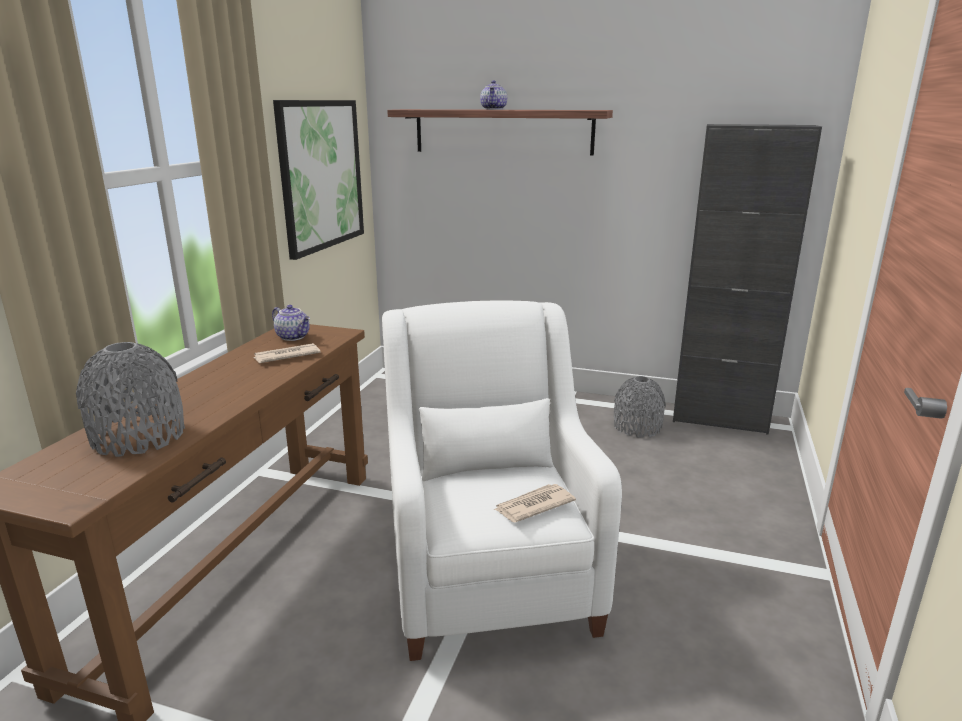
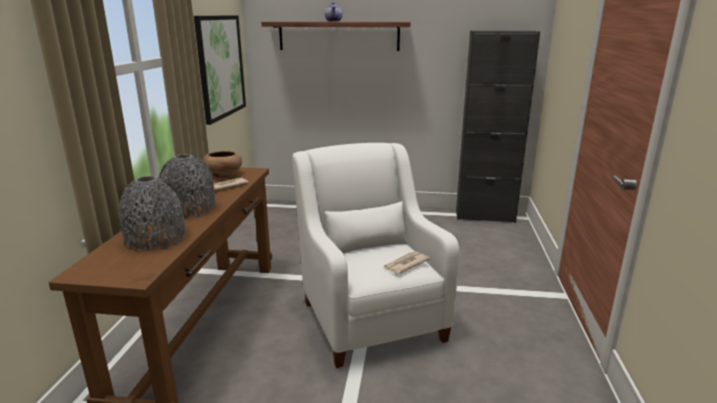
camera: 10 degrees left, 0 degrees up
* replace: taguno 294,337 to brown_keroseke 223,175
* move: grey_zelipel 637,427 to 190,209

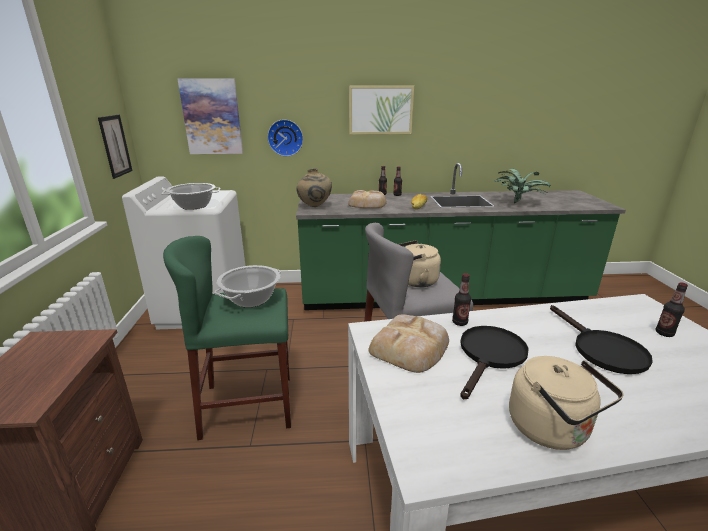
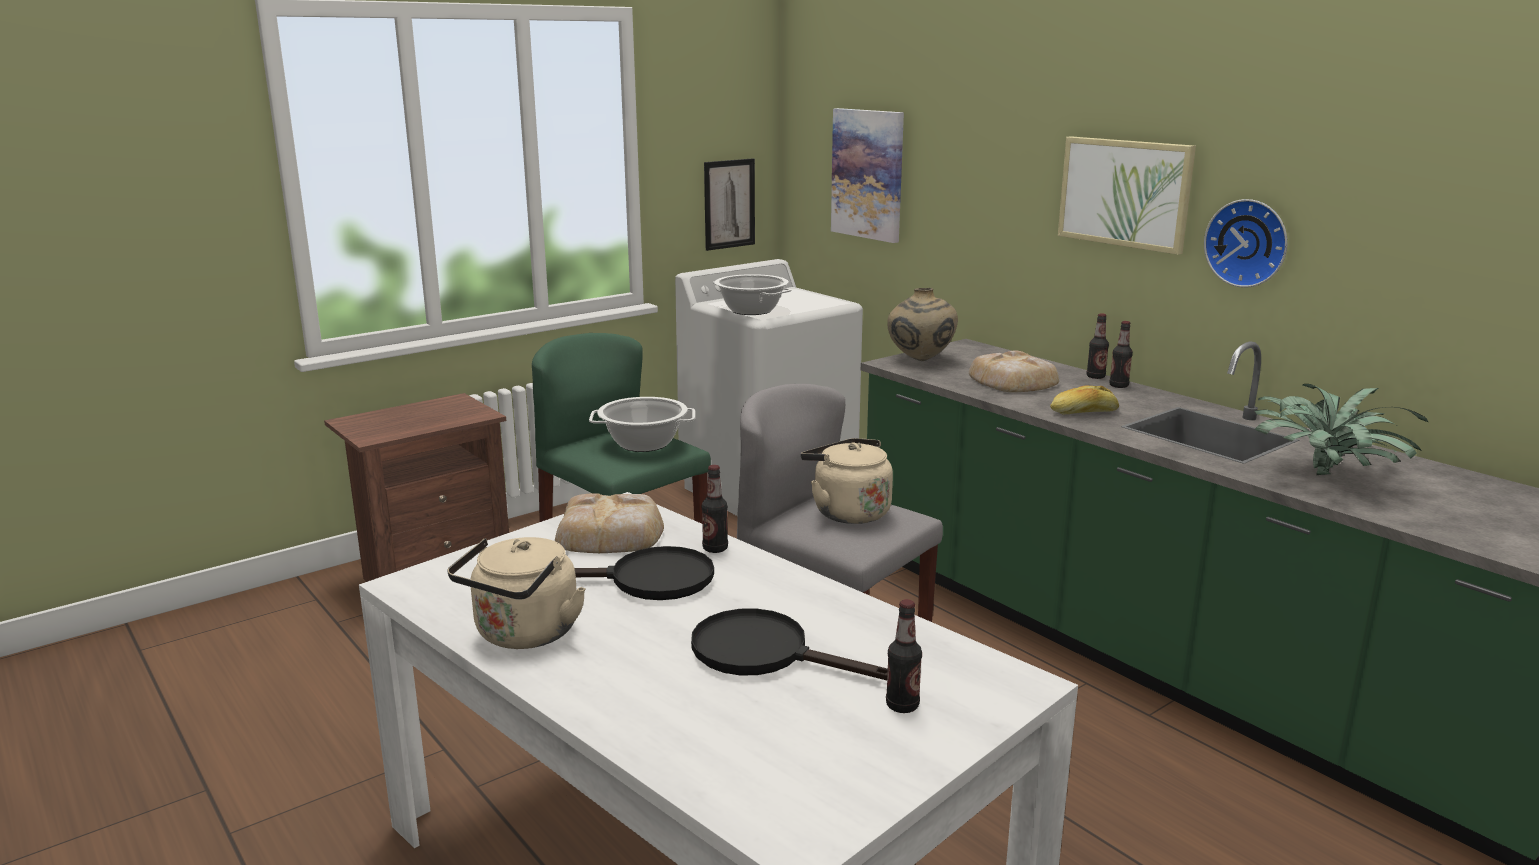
camera: 55 degrees right, 5 degrees down
* move: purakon 285,137 to 1248,242
* rotate: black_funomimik 601,349 = 765,653 75 degrees clockwise

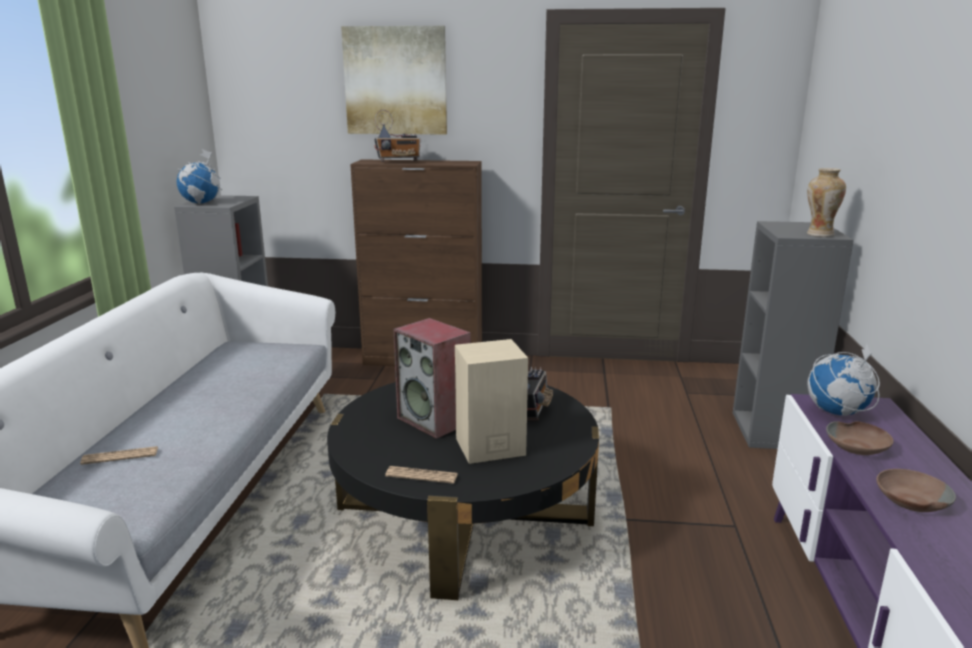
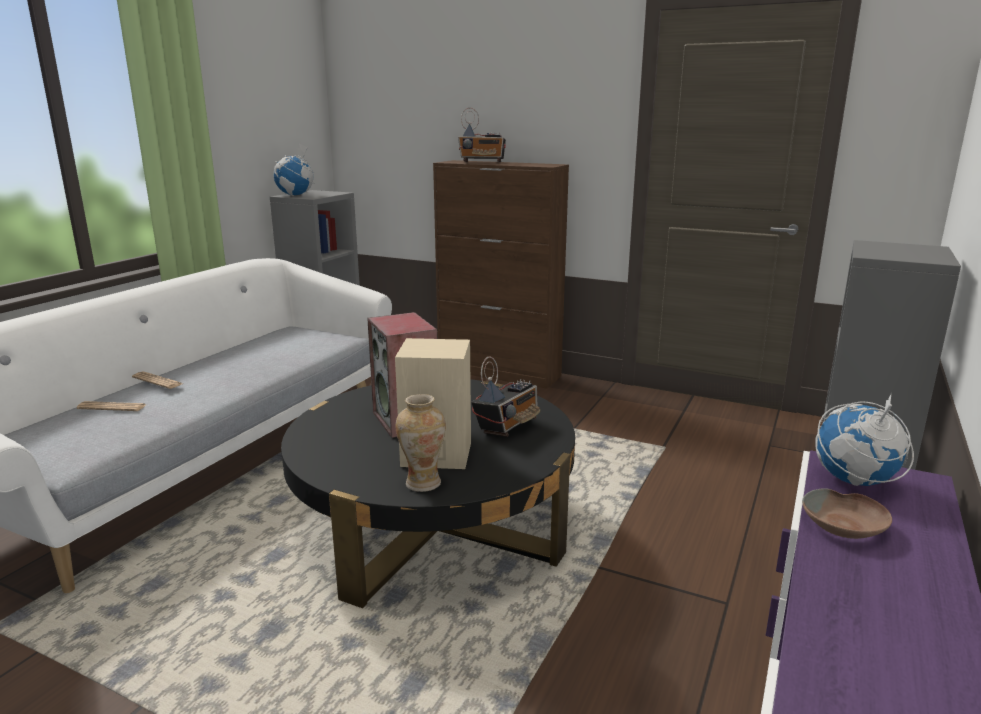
camera: 20 degrees right, 0 degrees up
* delete: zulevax 395,81
* move: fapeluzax 421,475 to 157,381
* move: zelipel 819,234 to 422,483
* delete: brown_keroseke 910,500

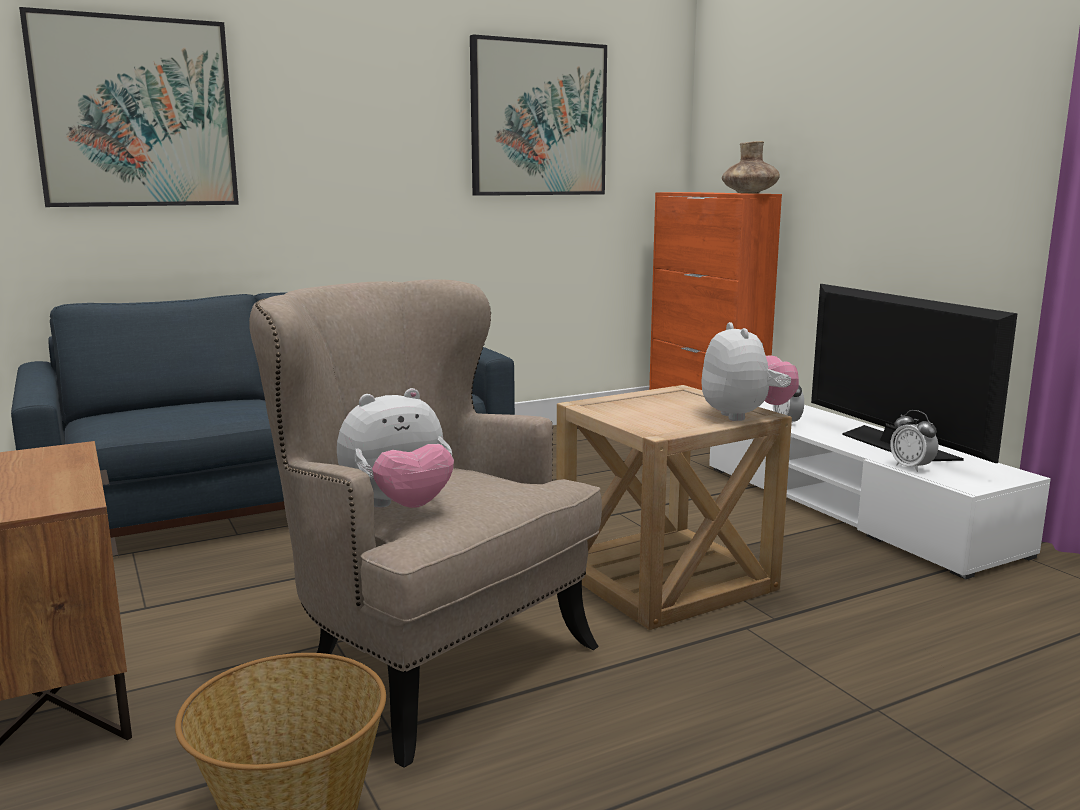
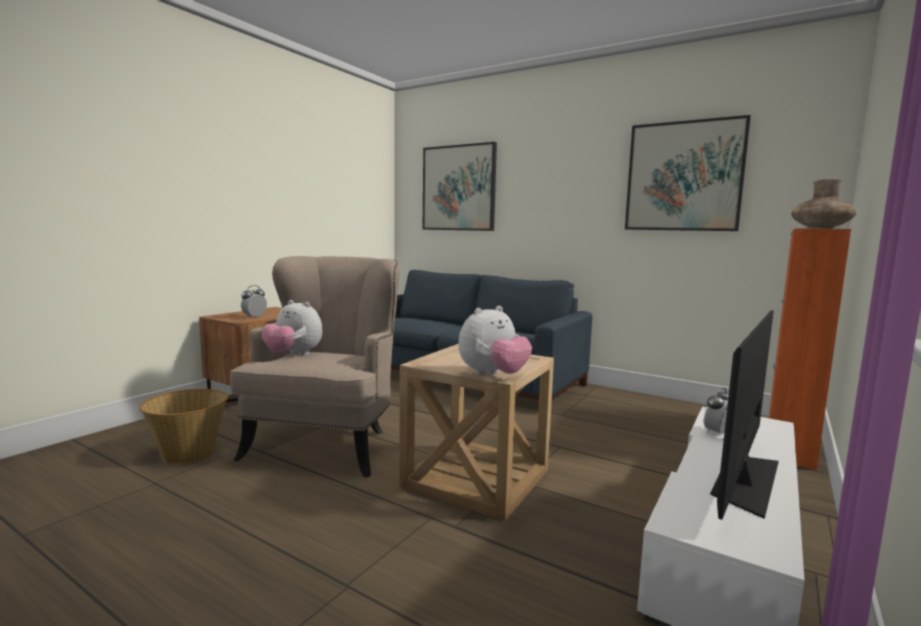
camera: 60 degrees right, 5 degrees down
* move: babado 911,467 to 254,317

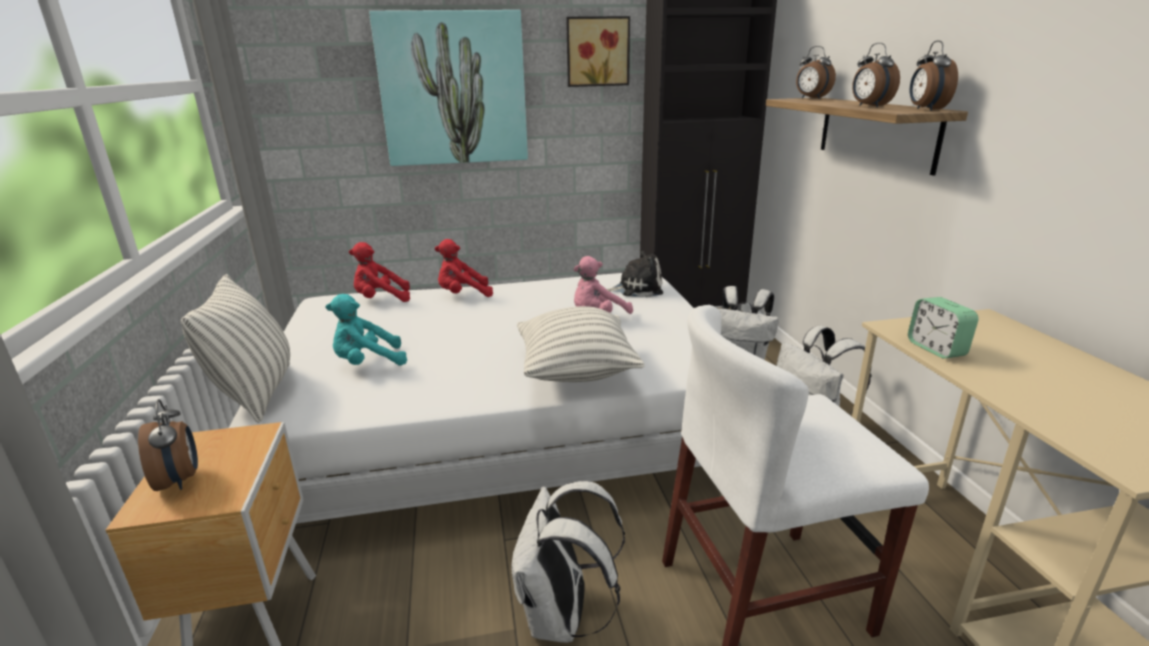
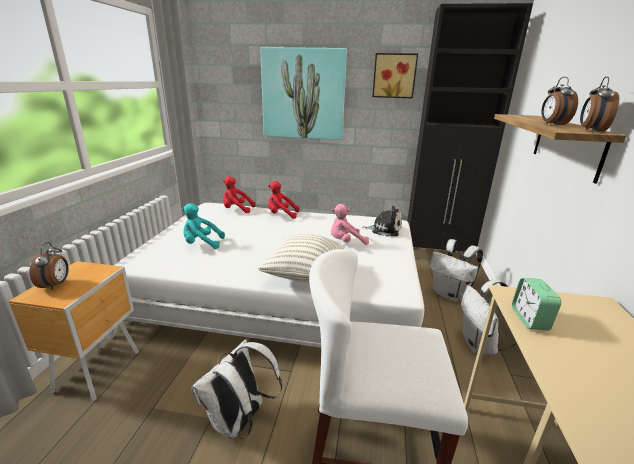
camera: 20 degrees right, 0 degrees up
* delete: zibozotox 257,393
* delete: babado 811,98

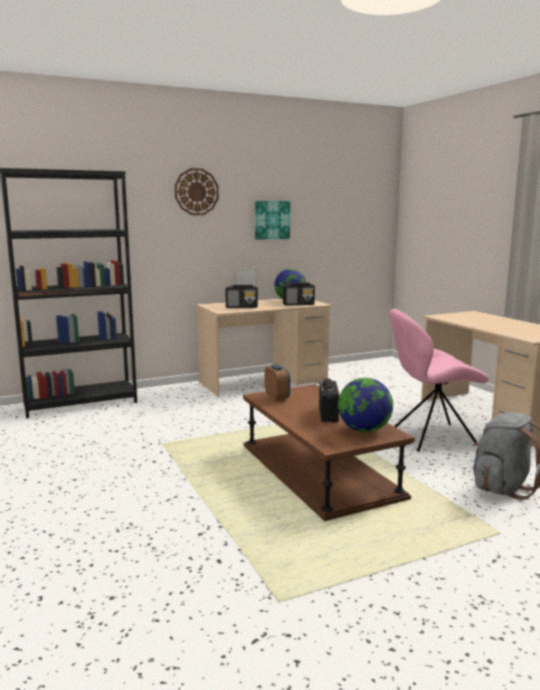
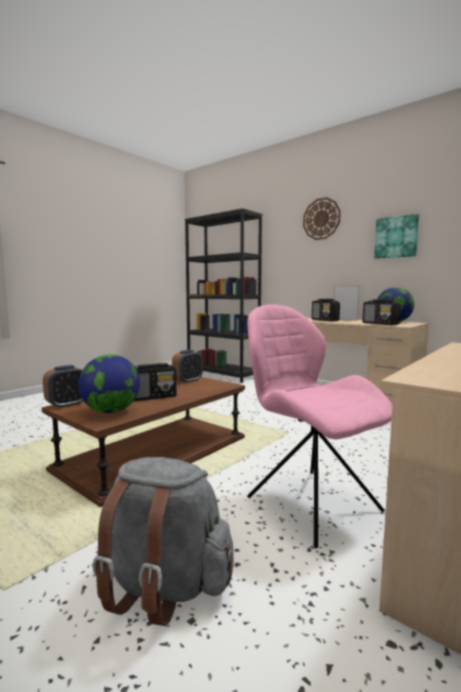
camera: 65 degrees right, 5 degrees down
* insert: babado 67,404

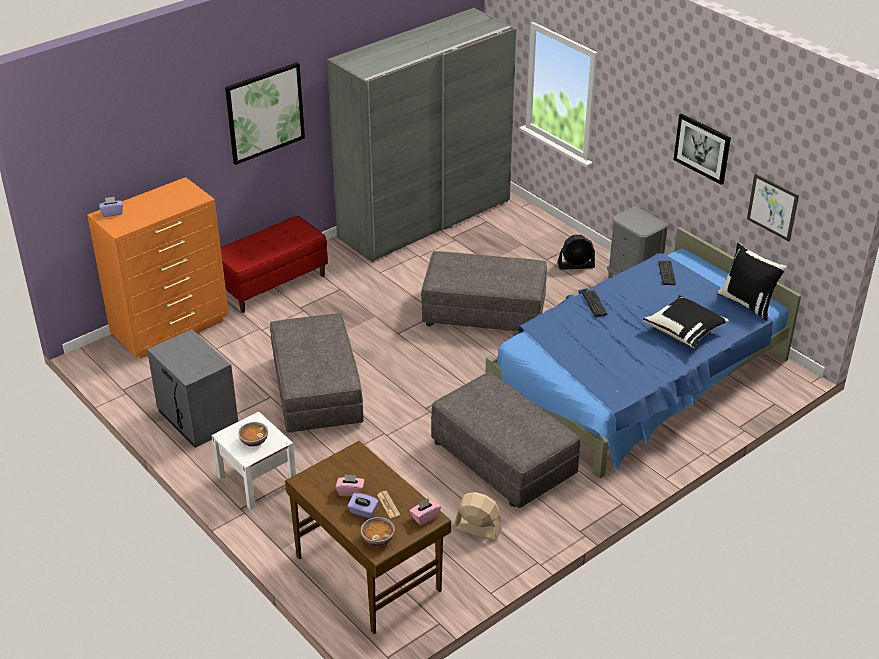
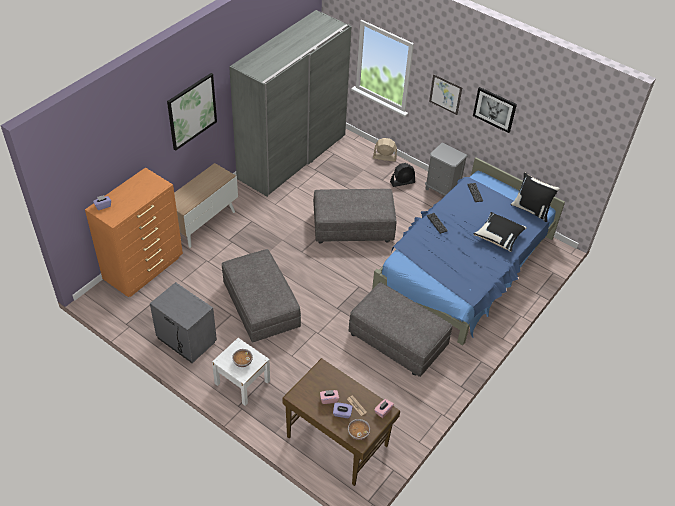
camera: 15 degrees left, 10 degrees up
* replace: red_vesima 272,284 to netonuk 203,223
* move: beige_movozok 477,529 to 384,157
* move: zulevax 772,207 to 445,94

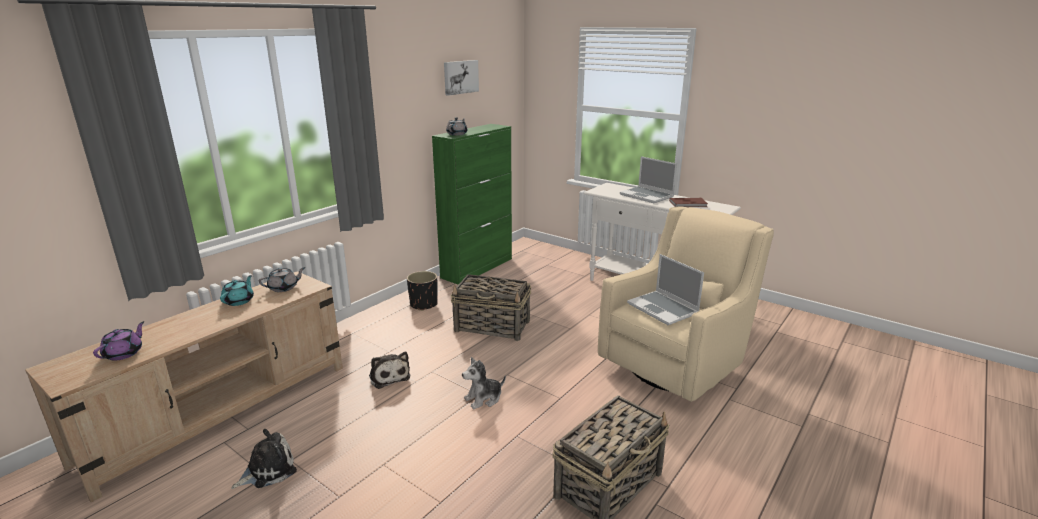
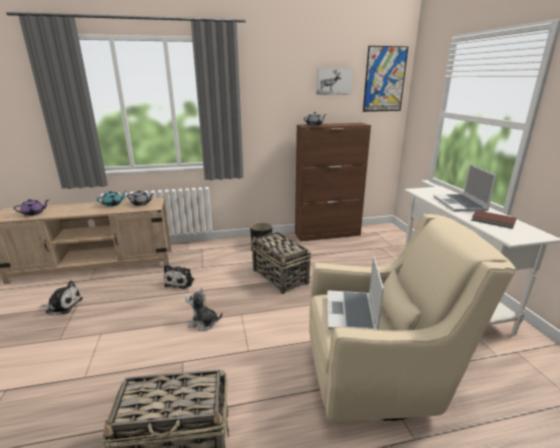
camera: 40 degrees right, 0 degrees up
* recolor: green_netonuk 477,268 to brown_netonuk 328,234
* insert: zulevax 384,79

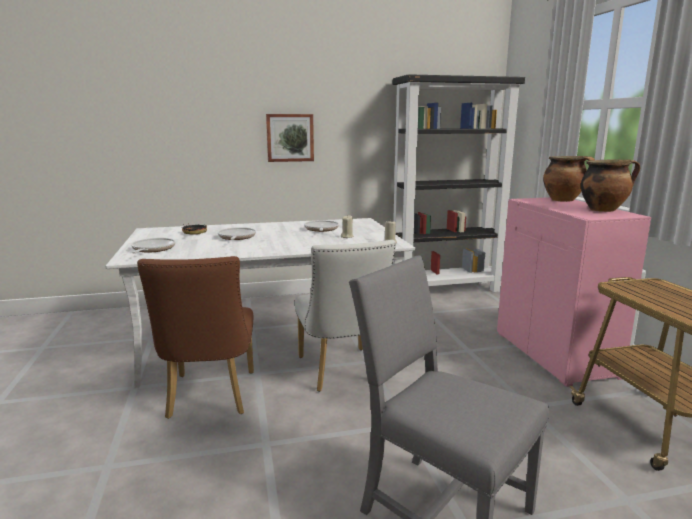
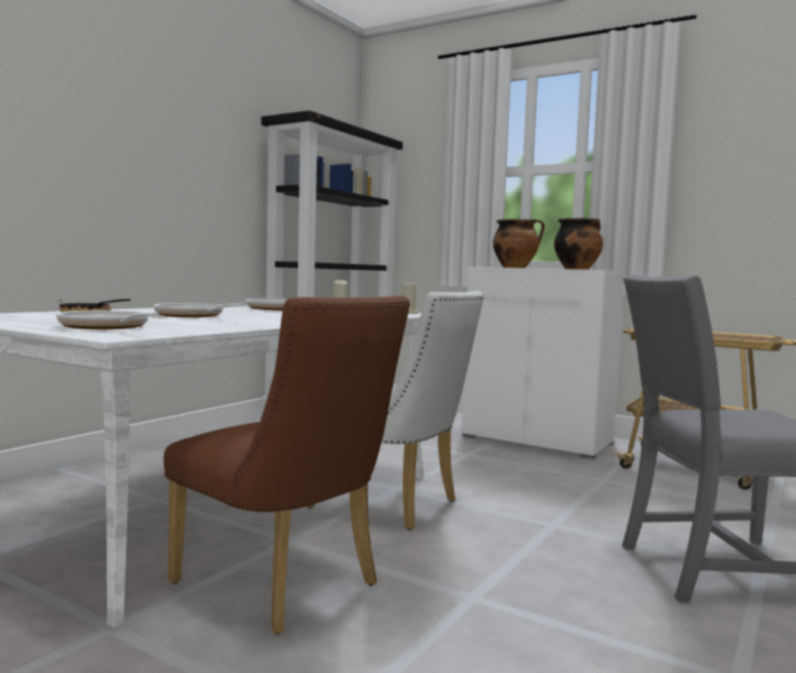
camera: 45 degrees left, 10 degrees down
* delete: zulevax 290,137
* recolor: pink_netonuk 556,354 to white_netonuk 538,440

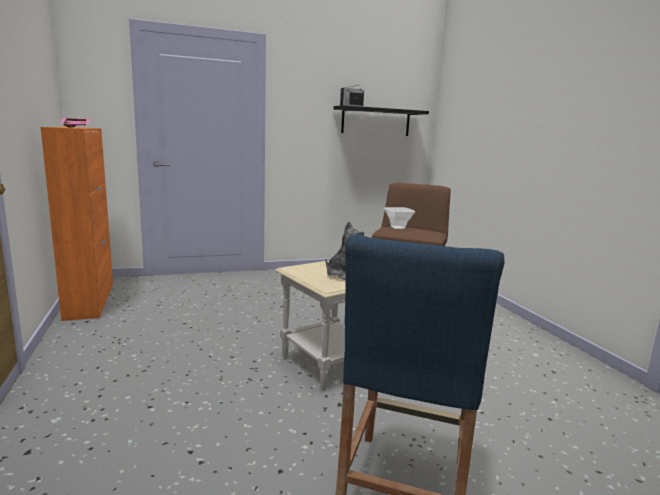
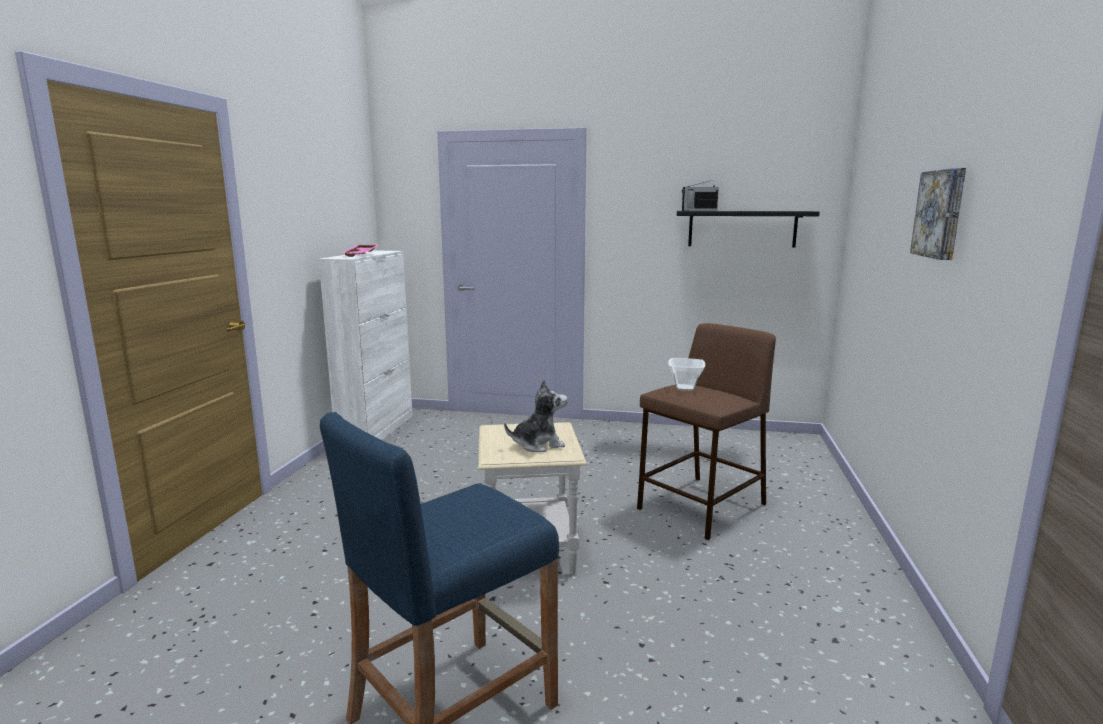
camera: 30 degrees right, 0 degrees up
* recolor: orange_netonuk 90,300 to white_netonuk 377,431
* insert: zulevax 941,214

